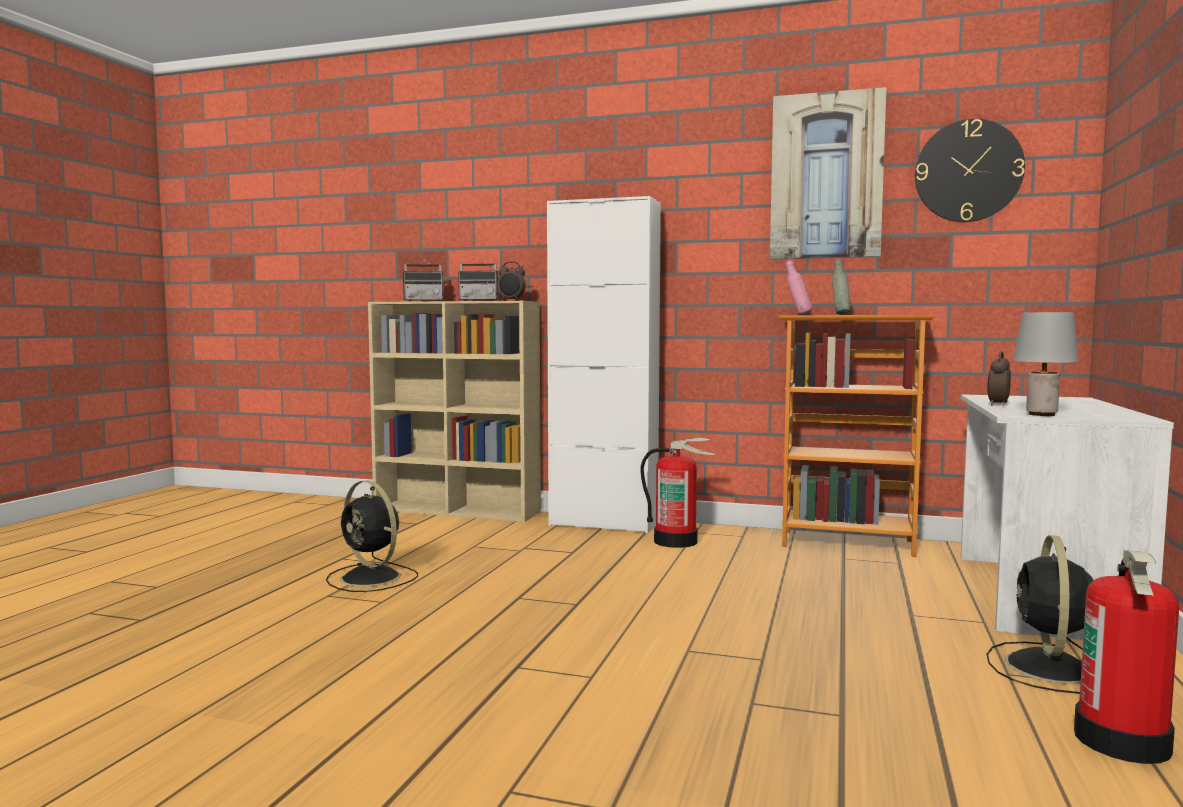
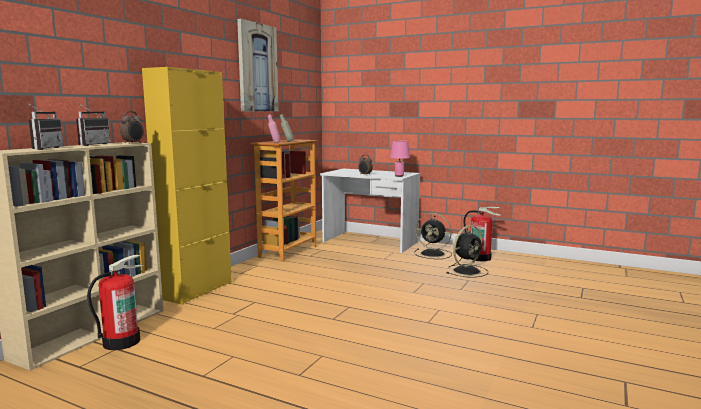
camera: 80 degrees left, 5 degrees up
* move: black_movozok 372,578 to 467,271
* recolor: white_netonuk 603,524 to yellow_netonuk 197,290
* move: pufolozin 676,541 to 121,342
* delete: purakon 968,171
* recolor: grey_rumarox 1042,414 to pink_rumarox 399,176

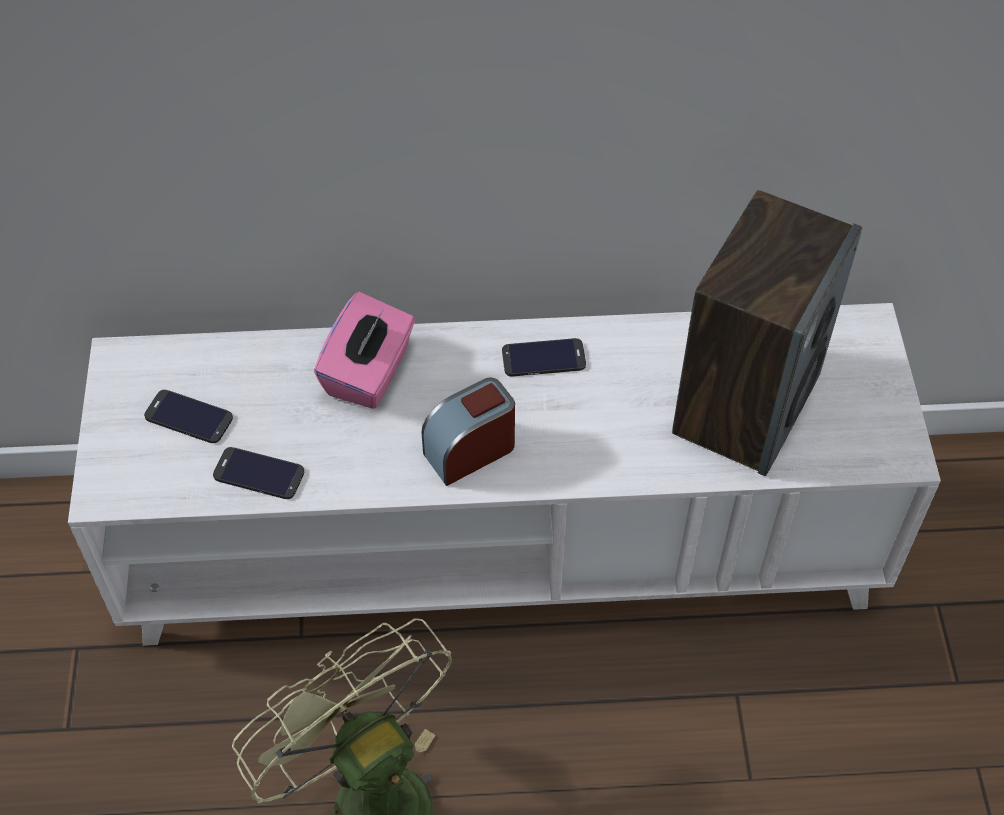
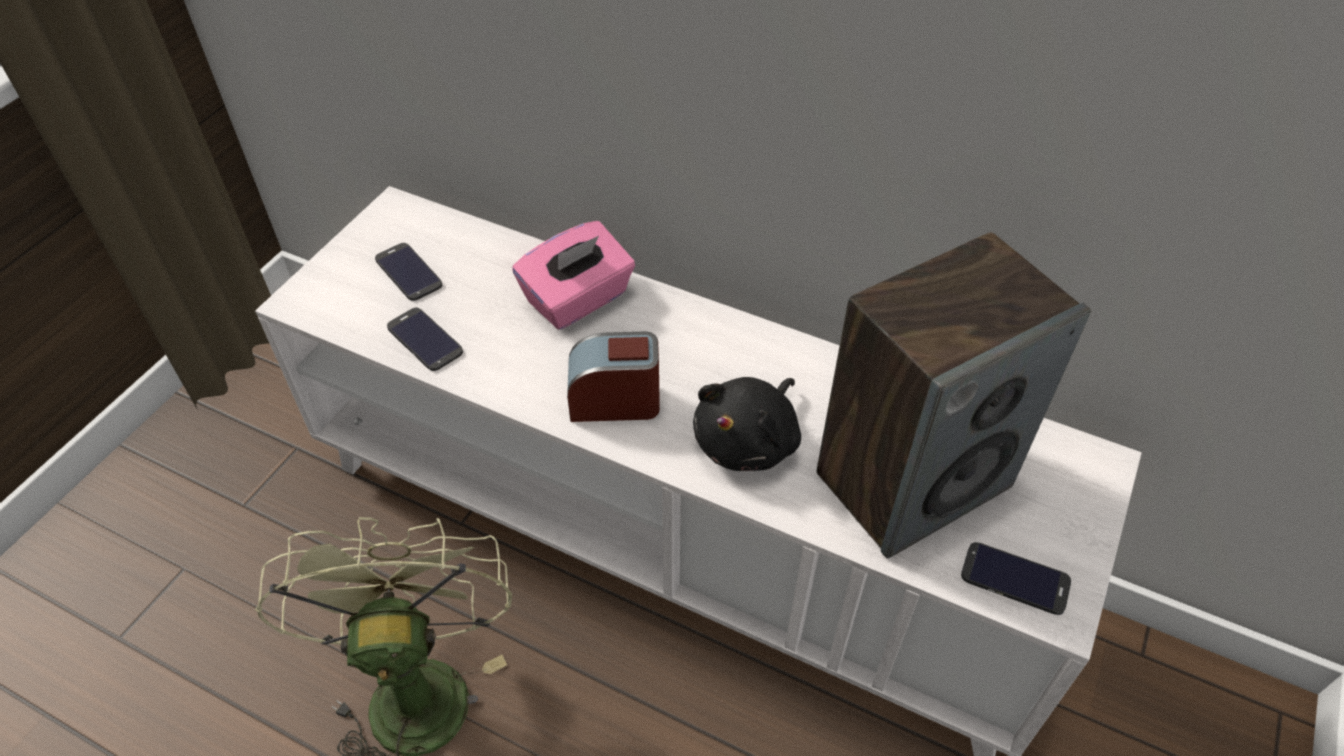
camera: 30 degrees right, 5 degrees down
* move: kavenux 543,358 to 1015,579
* insert: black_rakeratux 749,441

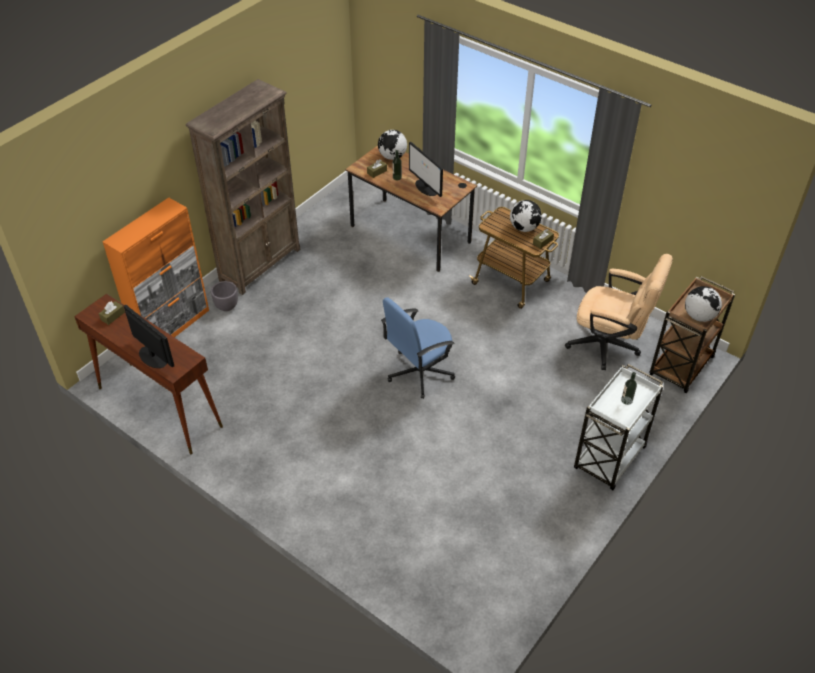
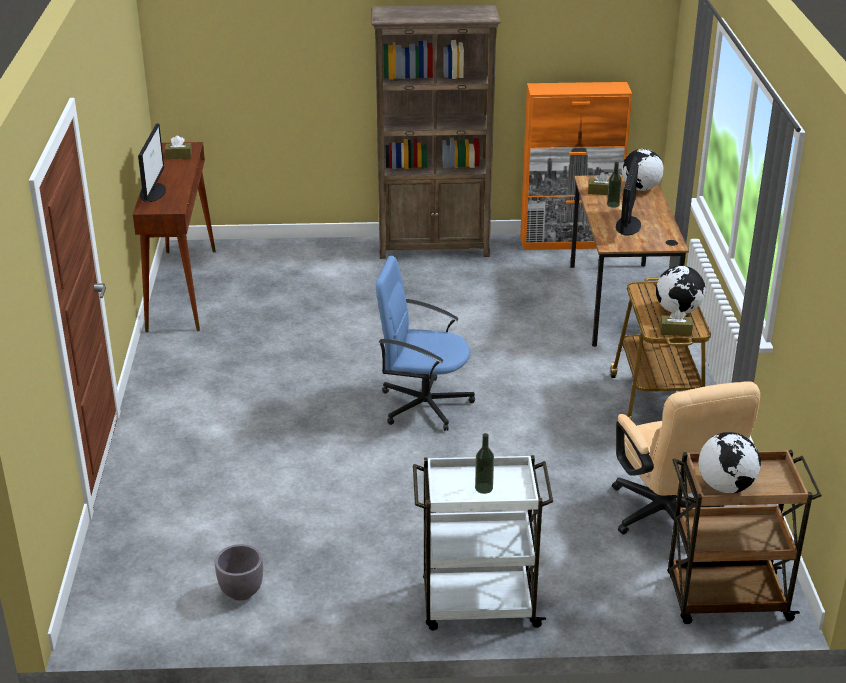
camera: 50 degrees right, 15 degrees down
* move: orange_netonuk 172,326 to 569,242
* move: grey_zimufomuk 227,307 to 241,592

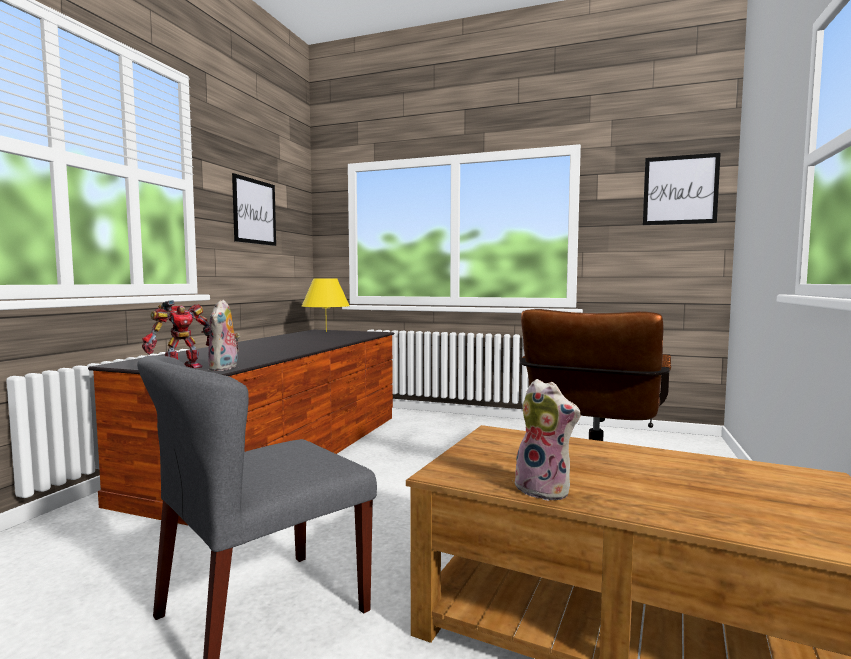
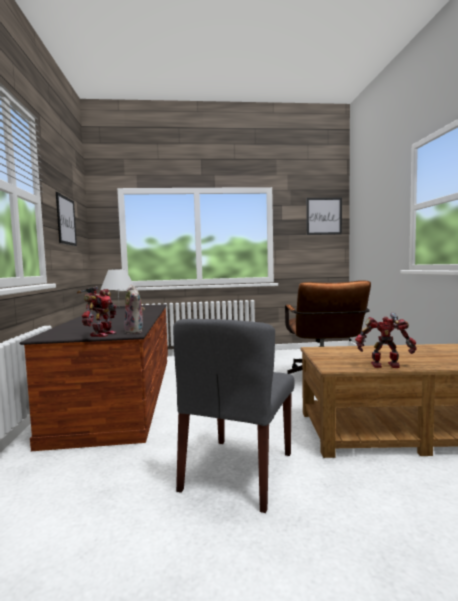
camera: 25 degrees left, 0 degrees up
* recolor: yellow_rumarox 326,332 to white_rumarox 119,307
* replace: rakeratux 545,490 to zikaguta 385,366

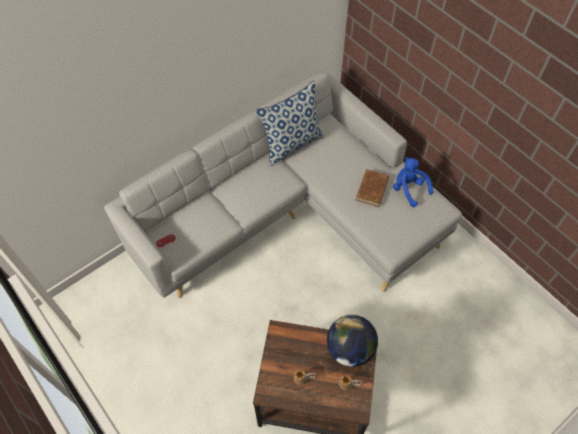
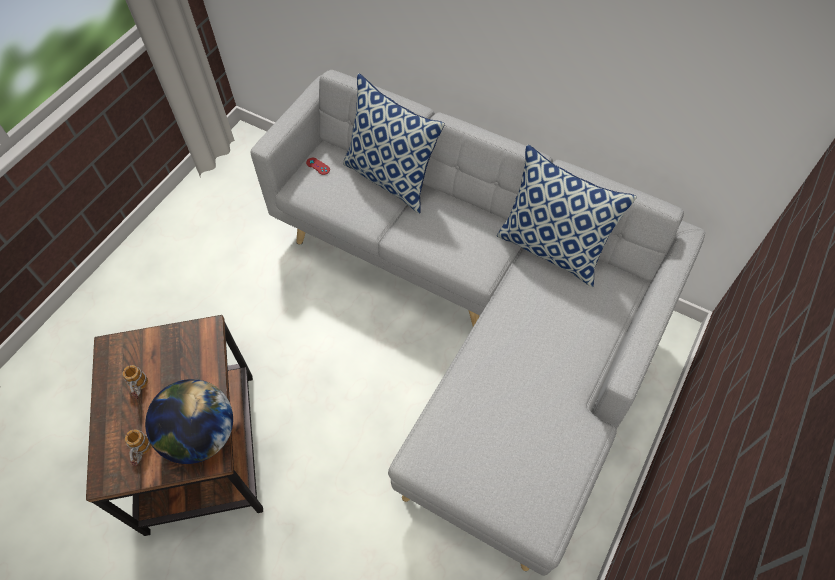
camera: 70 degrees right, 0 degrees up
* delete: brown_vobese 372,189
* delete: blue_rakeratux 409,189
* insert: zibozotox 391,178

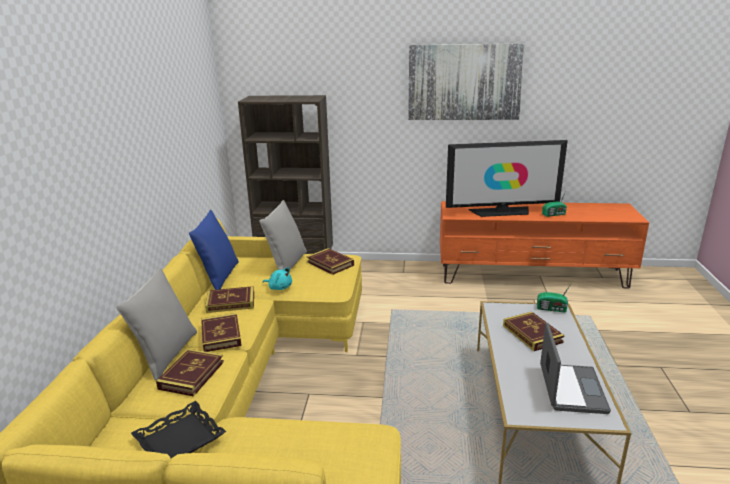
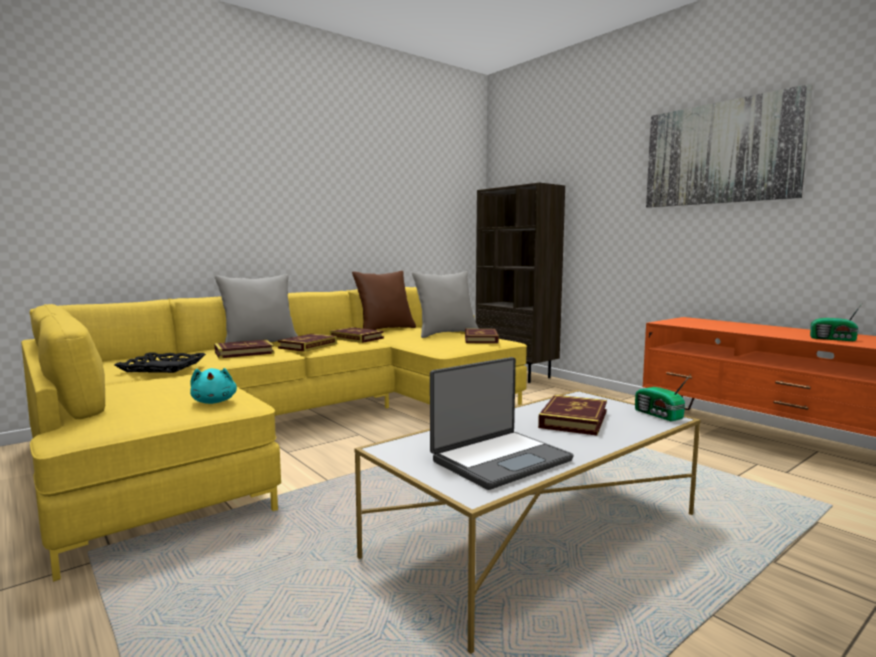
camera: 45 degrees right, 15 degrees down
* recolor: blue_zibozotox 219,276 to brown_zibozotox 385,330
* move: turquoise_rakeratux 279,287 to 214,402
* delete: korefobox 501,212

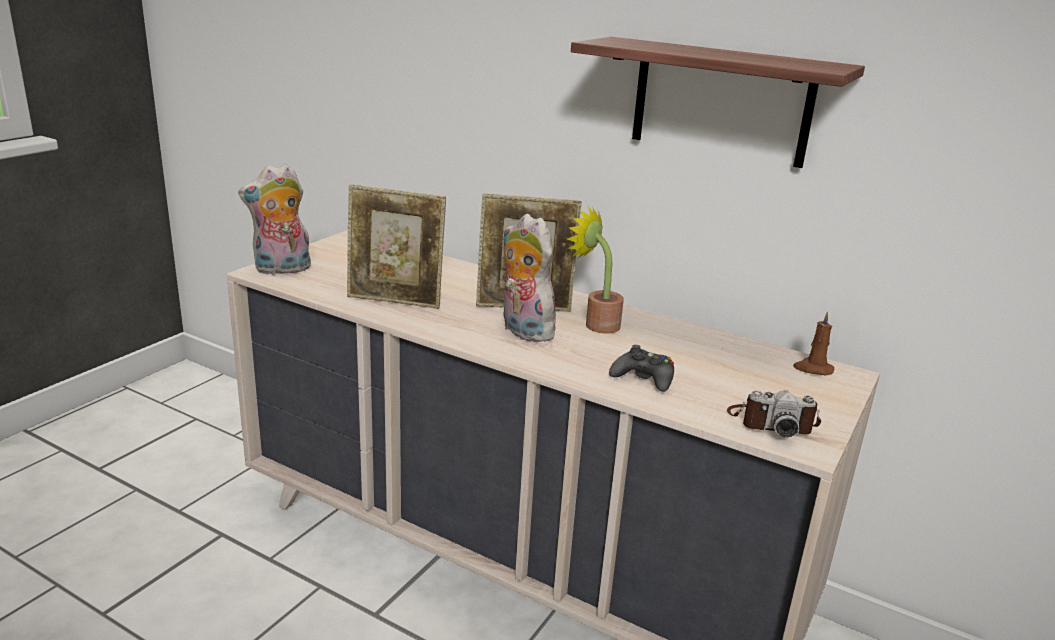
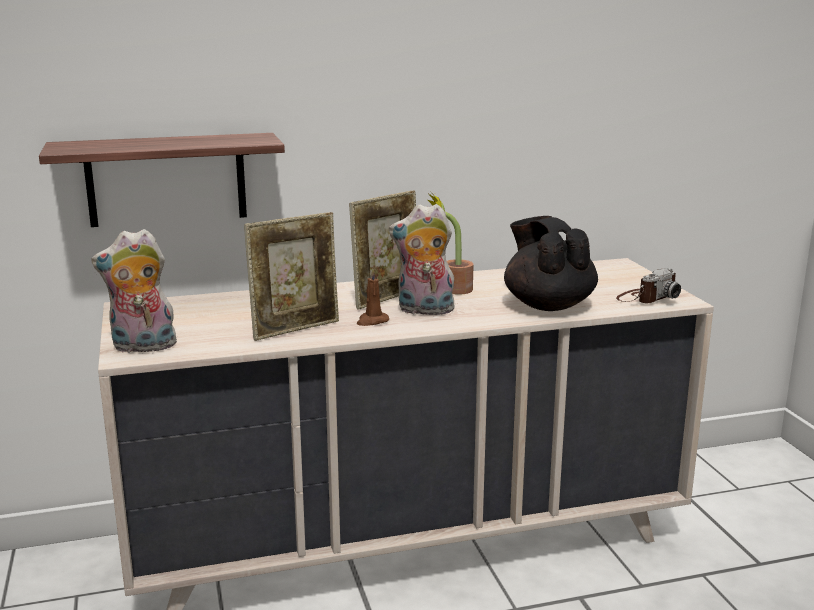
camera: 45 degrees left, 5 degrees down
* rotate: rakeratux 282,270 = 142,347 60 degrees clockwise
* move: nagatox 721,102 to 166,179
* replace: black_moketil 644,378 to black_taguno 548,305
* move: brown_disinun 812,369 to 372,321

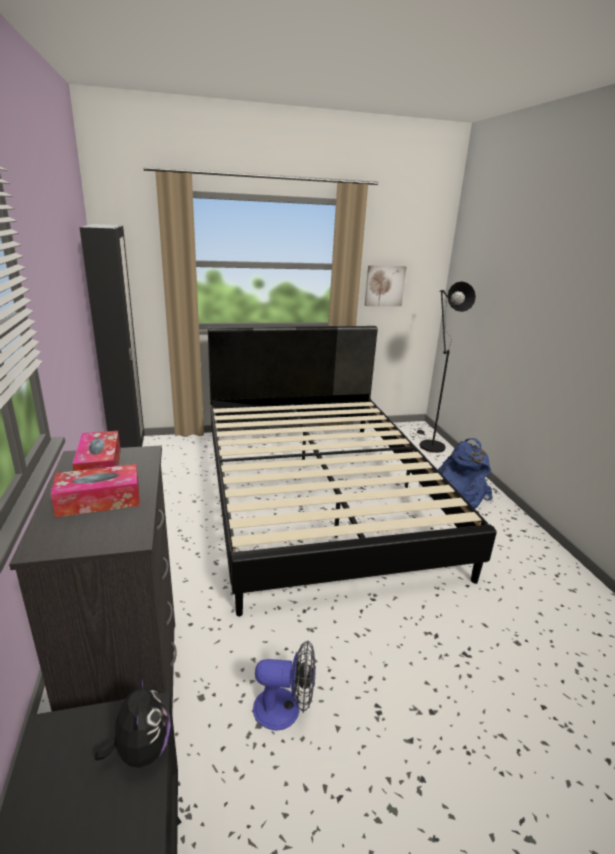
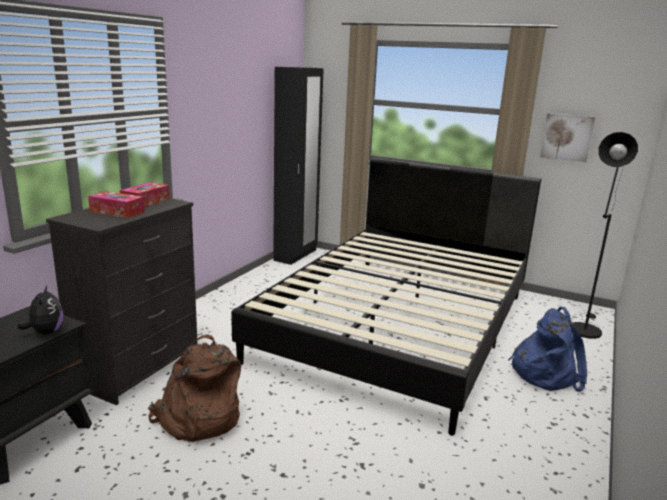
camera: 40 degrees right, 5 degrees down
* rotate: rakeratux 141,749 = 46,332 45 degrees counterclockwise
* replace: movozok 285,709 to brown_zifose 198,418

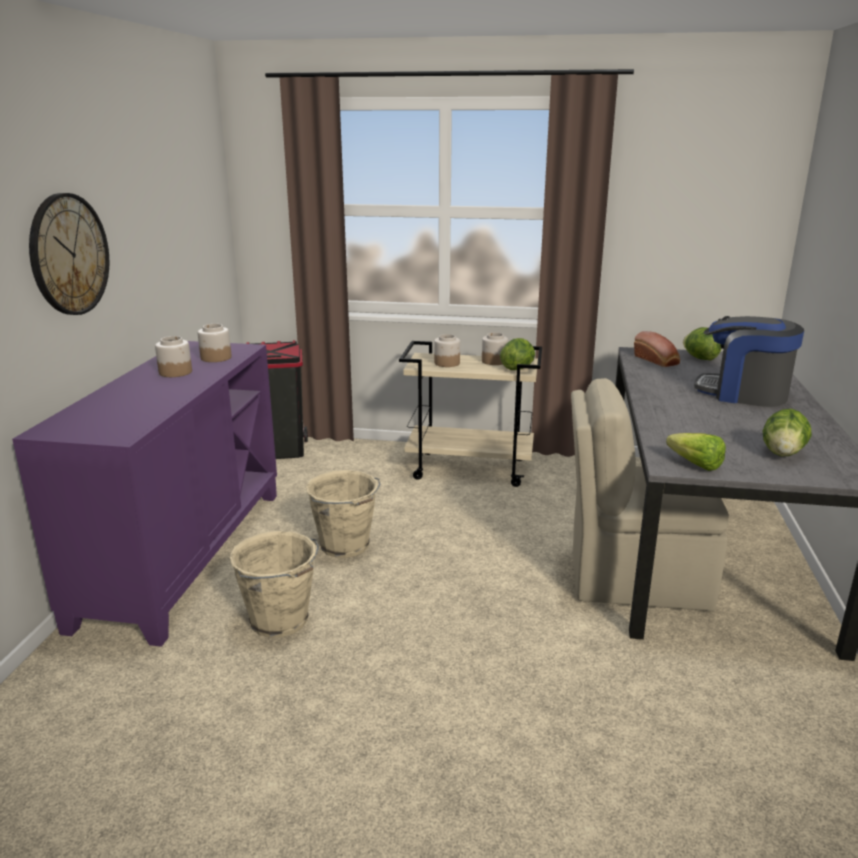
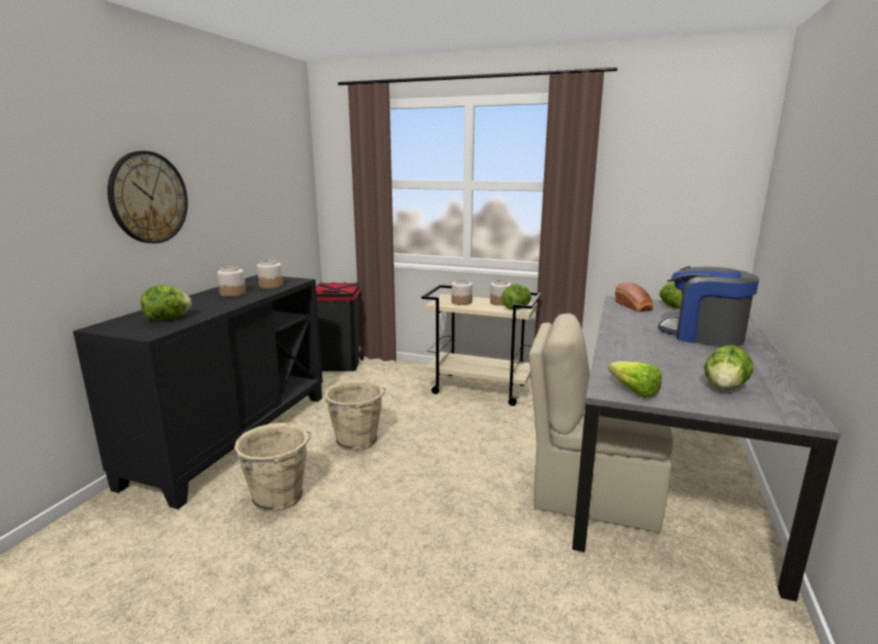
camera: 10 degrees right, 5 degrees down
* recolor: purple_netonuk 183,554 to black_netonuk 232,437
* insert: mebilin 168,319

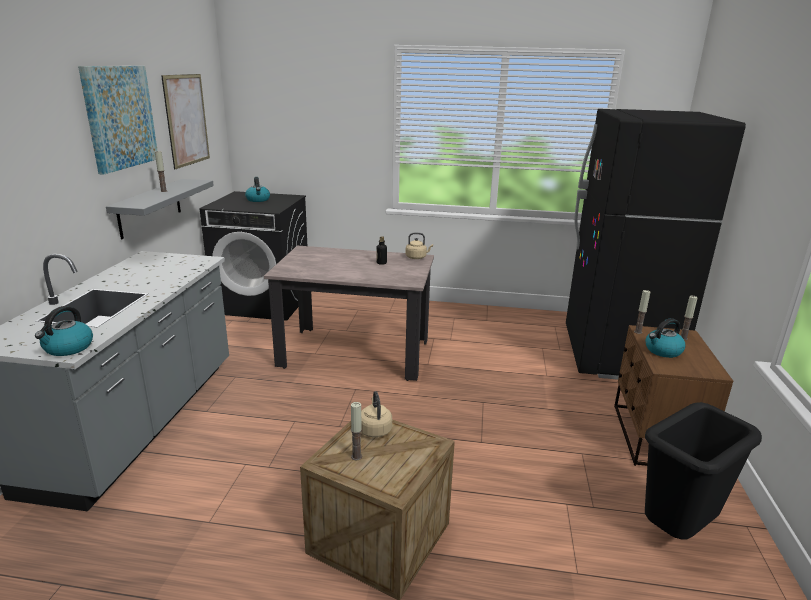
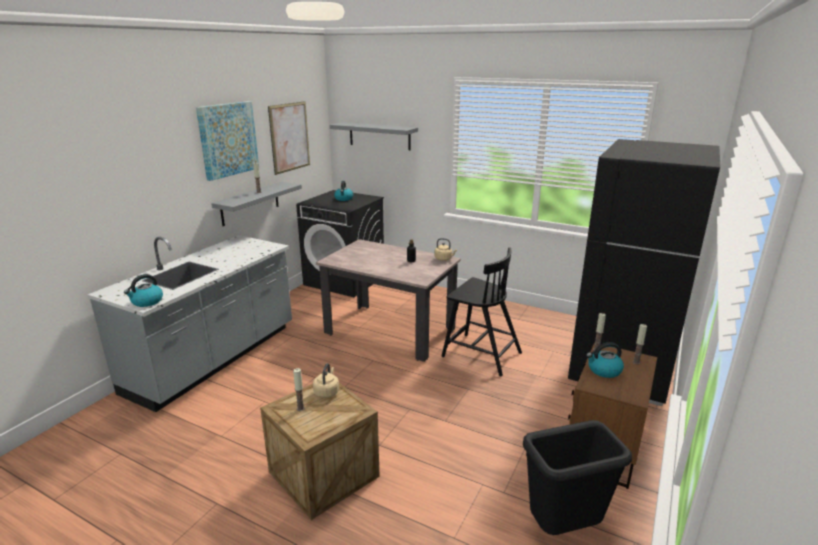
camera: 20 degrees right, 0 degrees up
* insert: grey_nagatox 379,136
* insert: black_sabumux 480,354

